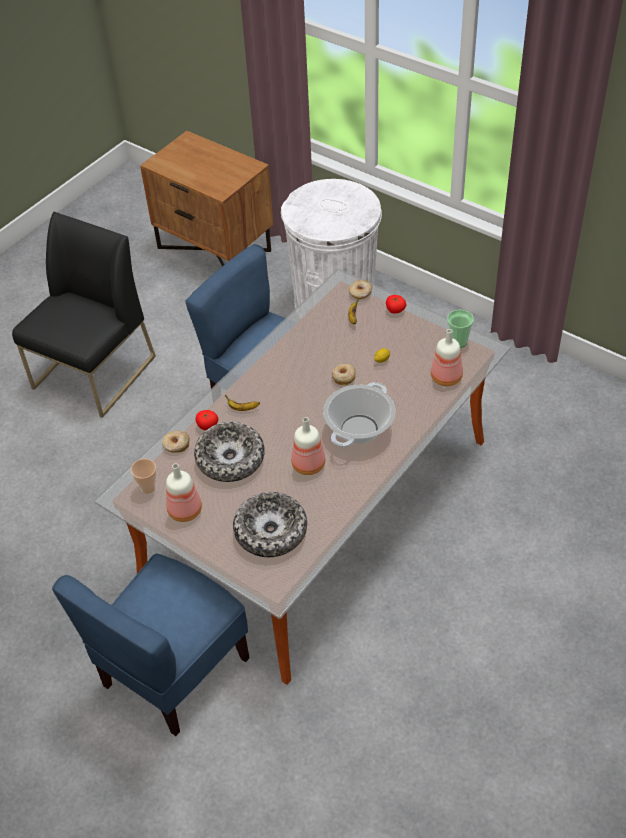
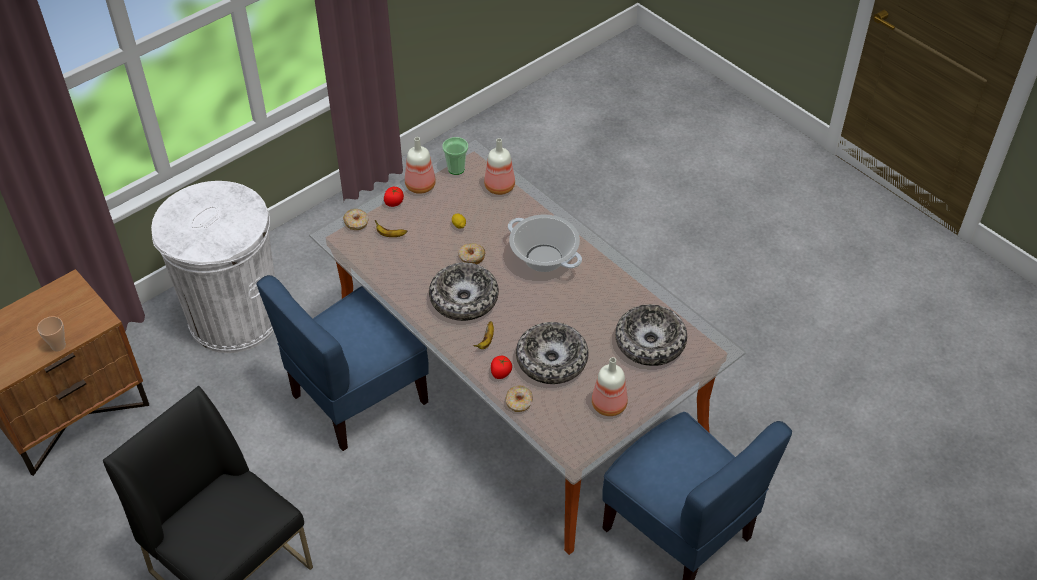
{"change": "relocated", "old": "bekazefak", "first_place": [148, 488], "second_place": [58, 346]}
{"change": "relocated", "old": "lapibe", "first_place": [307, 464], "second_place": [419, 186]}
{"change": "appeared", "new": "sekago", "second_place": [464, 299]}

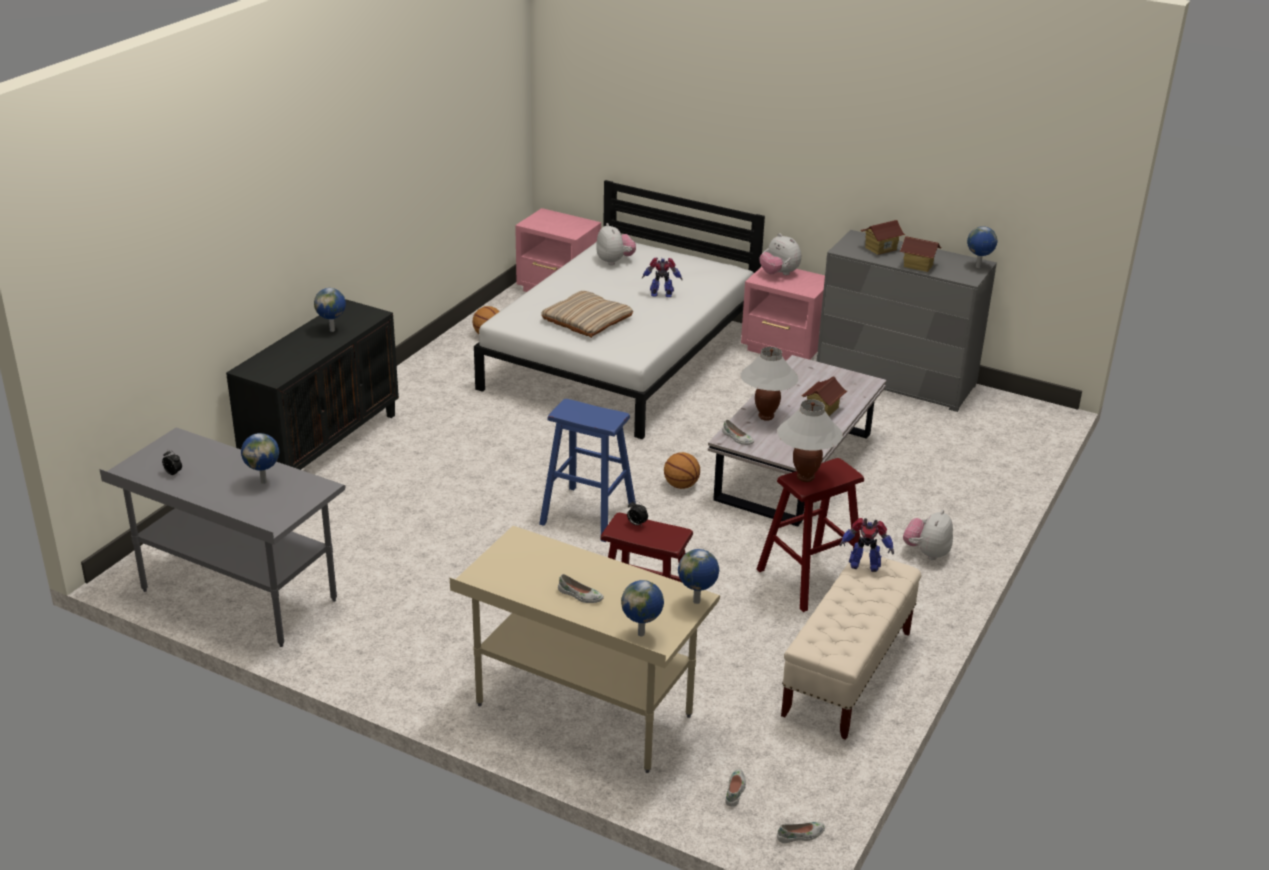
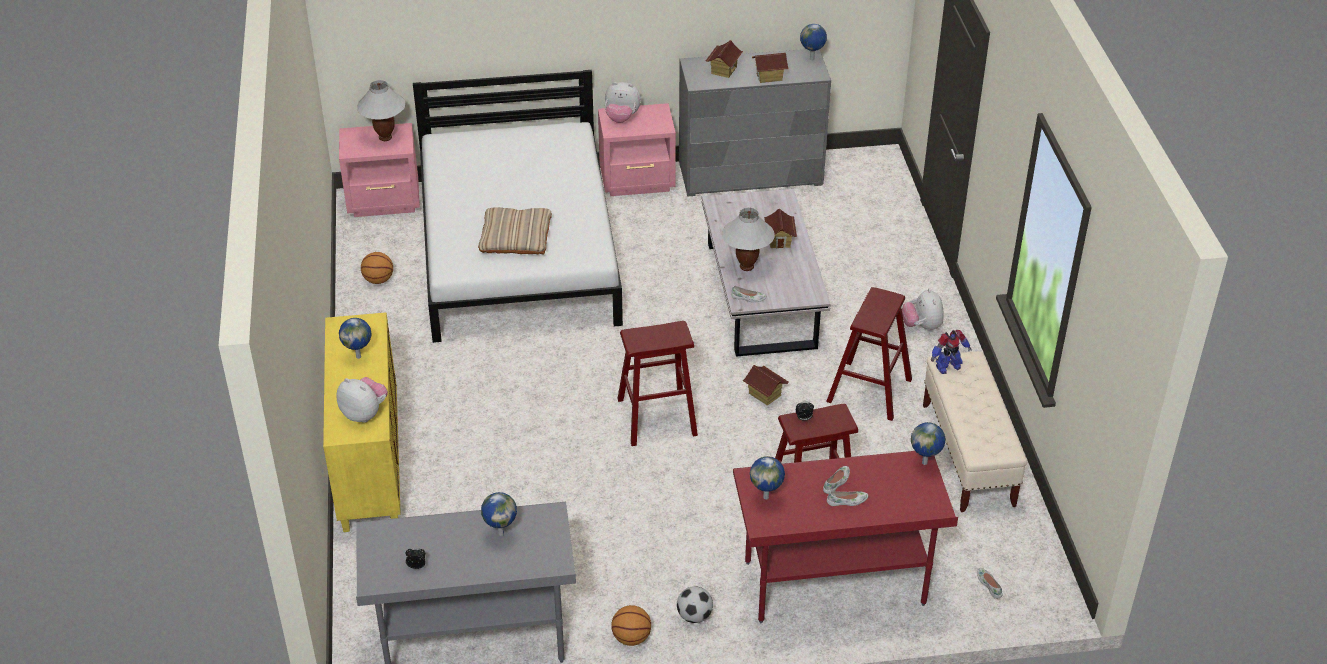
{"change": "colour", "old": "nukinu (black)", "new": "nukinu (yellow)", "first_place": [323, 445], "second_place": [369, 464]}
{"change": "colour", "old": "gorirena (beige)", "new": "gorirena (red)", "first_place": [583, 711], "second_place": [834, 584]}
{"change": "colour", "old": "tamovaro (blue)", "new": "tamovaro (red)", "first_place": [587, 513], "second_place": [656, 417]}
{"change": "relocated", "old": "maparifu", "first_place": [615, 261], "second_place": [364, 413]}
{"change": "relocated", "old": "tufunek", "first_place": [642, 634], "second_place": [766, 497]}
{"change": "missing", "old": "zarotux", "first_place": [661, 295]}
{"change": "relocated", "old": "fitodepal", "first_place": [681, 485], "second_place": [631, 637]}
{"change": "relocated", "old": "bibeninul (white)", "first_place": [805, 477], "second_place": [385, 138]}
{"change": "relocated", "old": "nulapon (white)", "first_place": [801, 835], "second_place": [837, 482]}
{"change": "appeared", "new": "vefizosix", "second_place": [694, 616]}
{"change": "appeared", "new": "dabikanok", "second_place": [764, 394]}

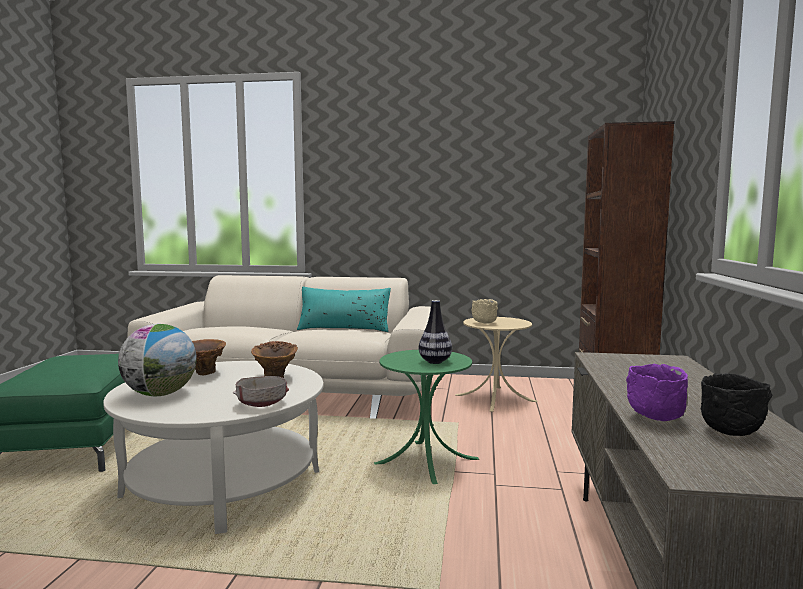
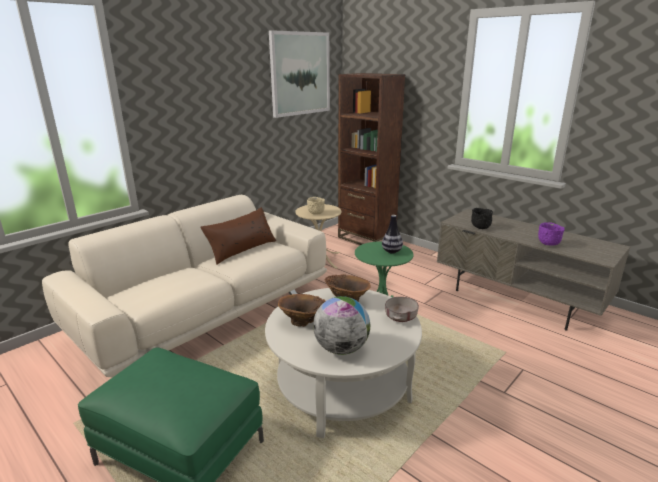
{"change": "colour", "old": "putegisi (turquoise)", "new": "putegisi (brown)", "first_place": [344, 328], "second_place": [241, 249]}
{"change": "relocated", "old": "sekago (black)", "first_place": [732, 432], "second_place": [480, 227]}
{"change": "appeared", "new": "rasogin", "second_place": [300, 74]}

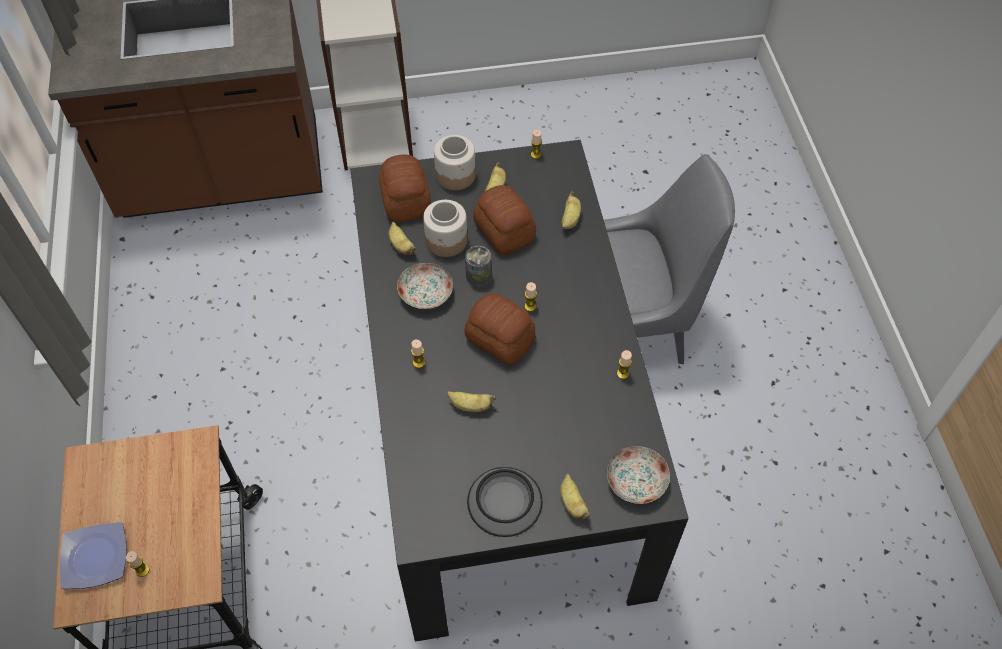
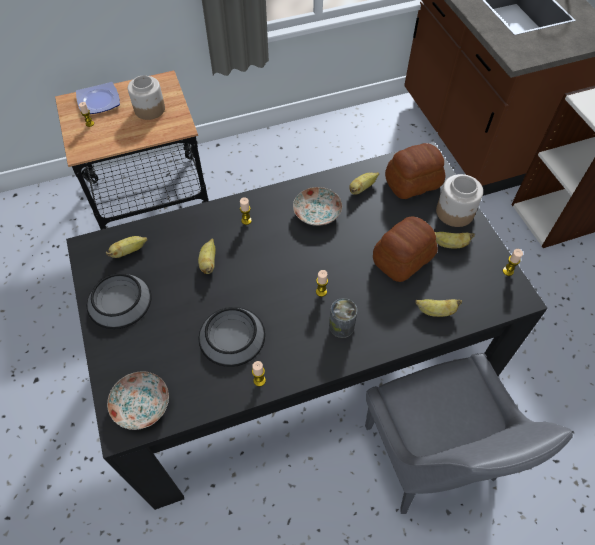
{"change": "relocated", "old": "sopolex", "first_place": [446, 241], "second_place": [149, 109]}
{"change": "missing", "old": "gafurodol", "first_place": [500, 338]}
{"change": "relocated", "old": "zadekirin", "first_place": [478, 276], "second_place": [341, 326]}
{"change": "relocated", "old": "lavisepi", "first_place": [572, 503], "second_place": [129, 251]}
{"change": "appeared", "new": "sekago", "second_place": [232, 336]}

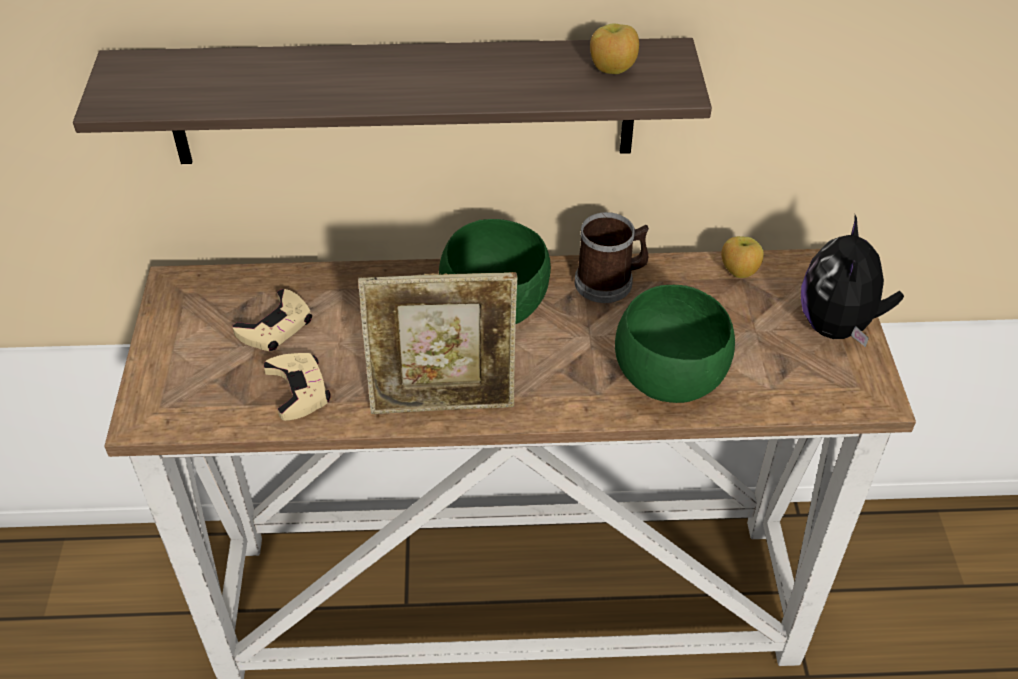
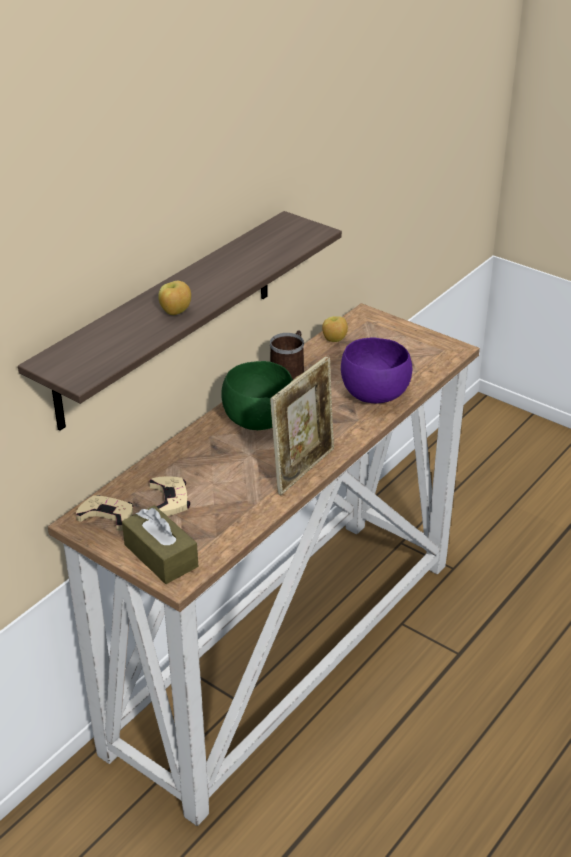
{"change": "relocated", "old": "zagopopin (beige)", "first_place": [298, 389], "second_place": [107, 516]}
{"change": "relocated", "old": "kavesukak", "first_place": [612, 70], "second_place": [175, 312]}
{"change": "colour", "old": "sekago (green)", "new": "sekago (purple)", "first_place": [668, 377], "second_place": [373, 395]}
{"change": "missing", "old": "maparifu", "first_place": [838, 326]}
{"change": "appeared", "new": "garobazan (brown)", "second_place": [161, 556]}

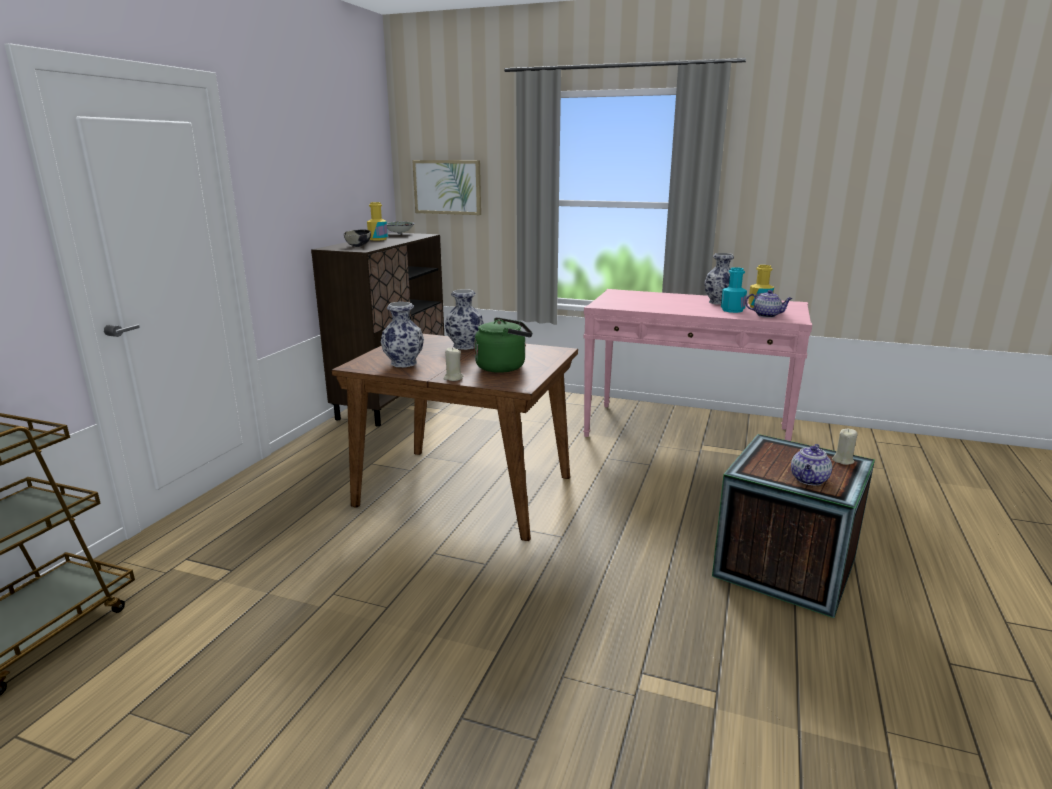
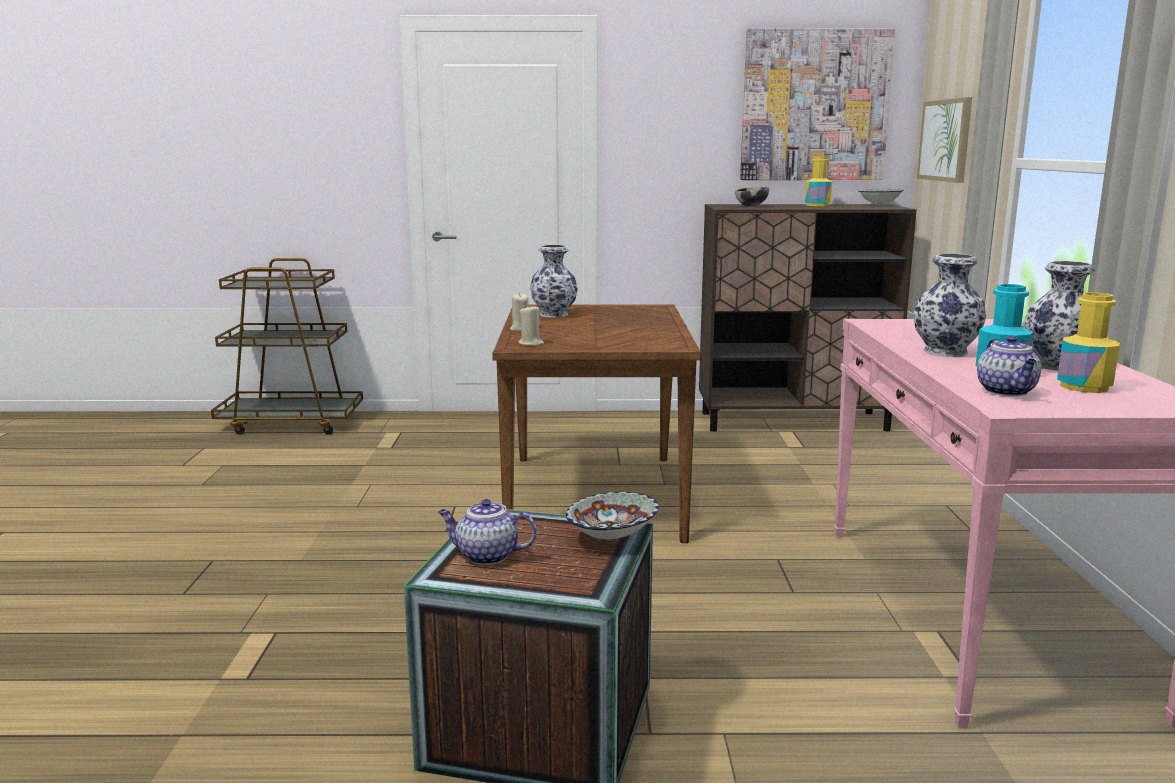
{"change": "relocated", "old": "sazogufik", "first_place": [465, 346], "second_place": [946, 352]}
{"change": "missing", "old": "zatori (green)", "first_place": [503, 367]}
{"change": "relocated", "old": "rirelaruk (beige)", "first_place": [843, 460], "second_place": [531, 343]}
{"change": "appeared", "new": "sekago", "second_place": [613, 537]}
{"change": "appeared", "new": "rasogin", "second_place": [814, 106]}

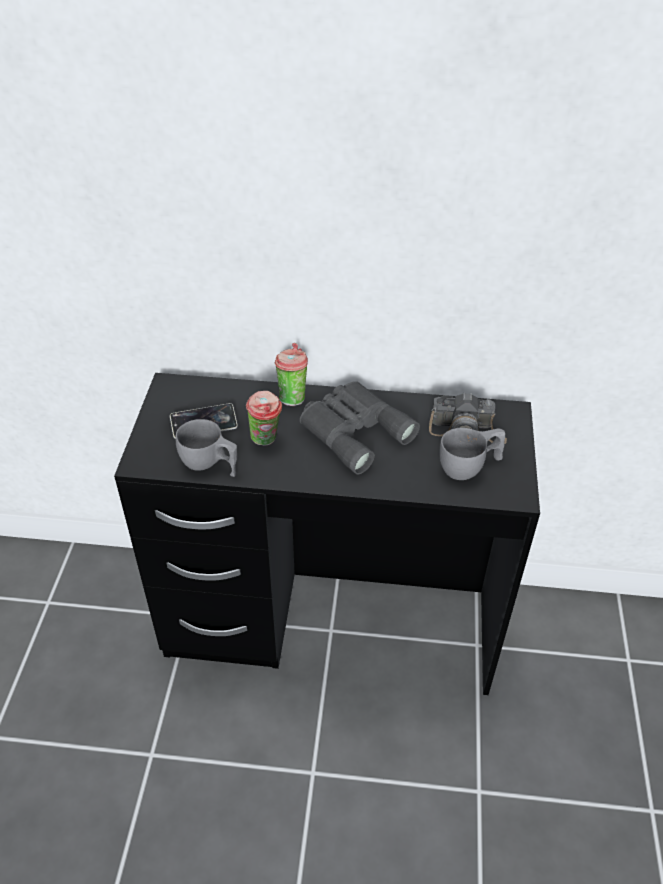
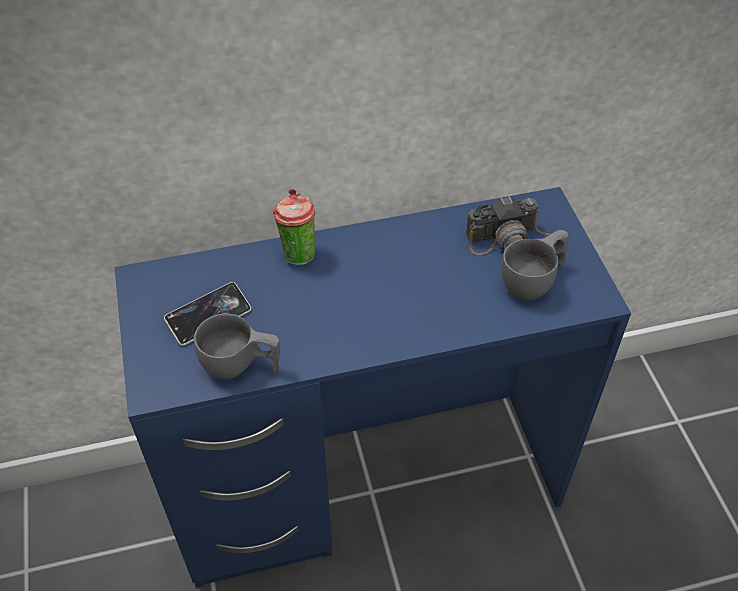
{"change": "colour", "old": "gorirena (black)", "new": "gorirena (blue)", "first_place": [330, 623], "second_place": [368, 484]}
{"change": "missing", "old": "bekazefak", "first_place": [266, 440]}
{"change": "missing", "old": "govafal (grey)", "first_place": [353, 430]}

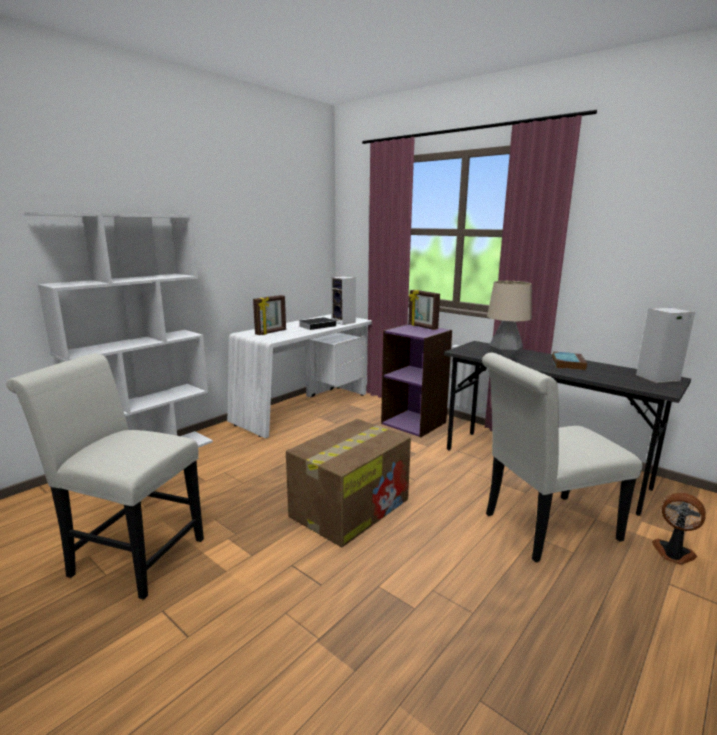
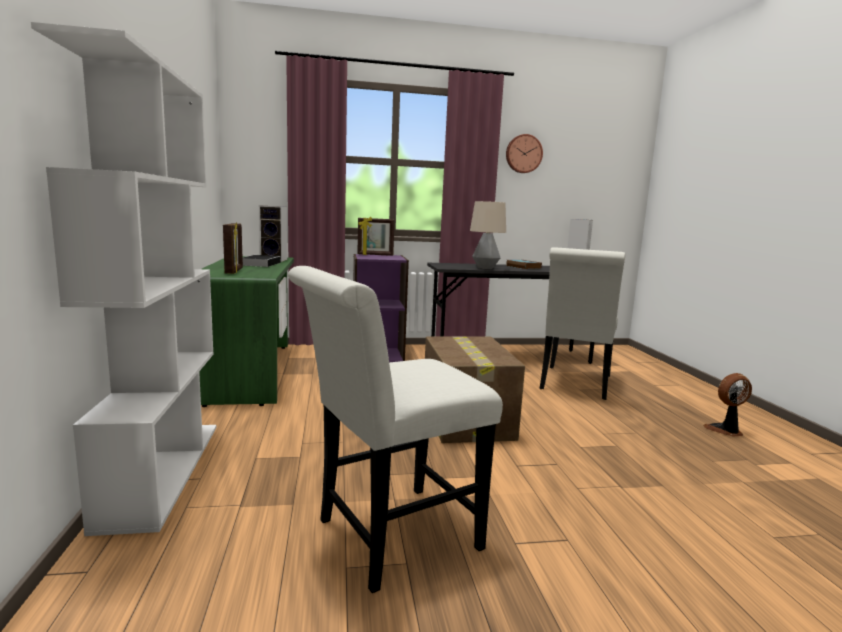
{"change": "colour", "old": "gorirena (white)", "new": "gorirena (green)", "first_place": [304, 408], "second_place": [250, 371]}
{"change": "relocated", "old": "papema", "first_place": [673, 554], "second_place": [725, 431]}
{"change": "appeared", "new": "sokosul", "second_place": [523, 154]}

